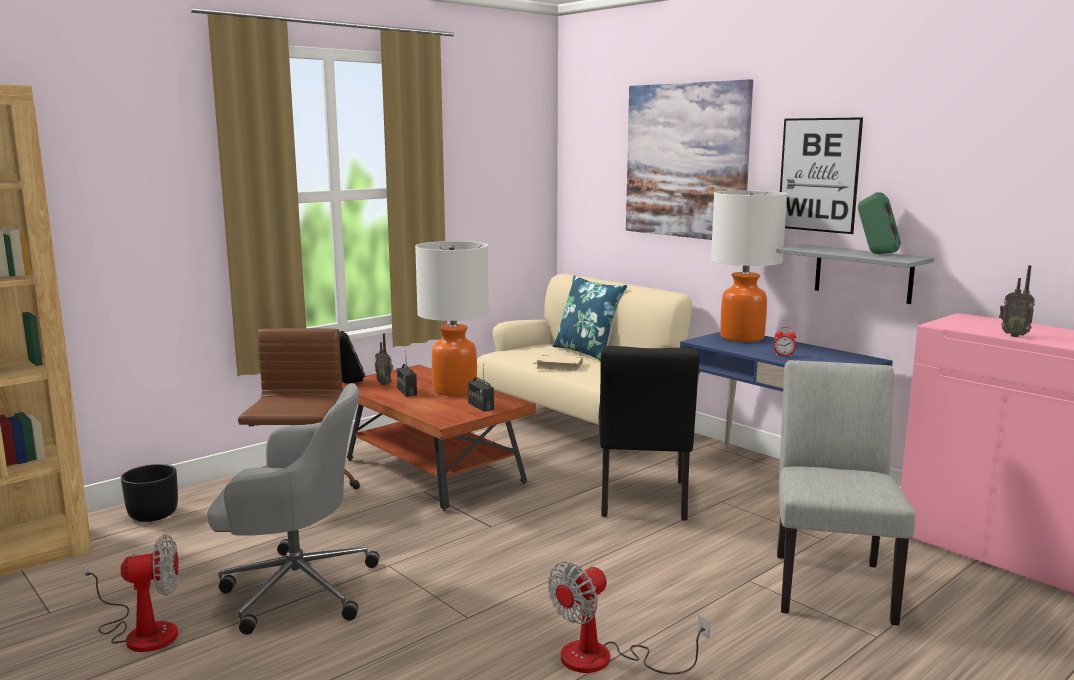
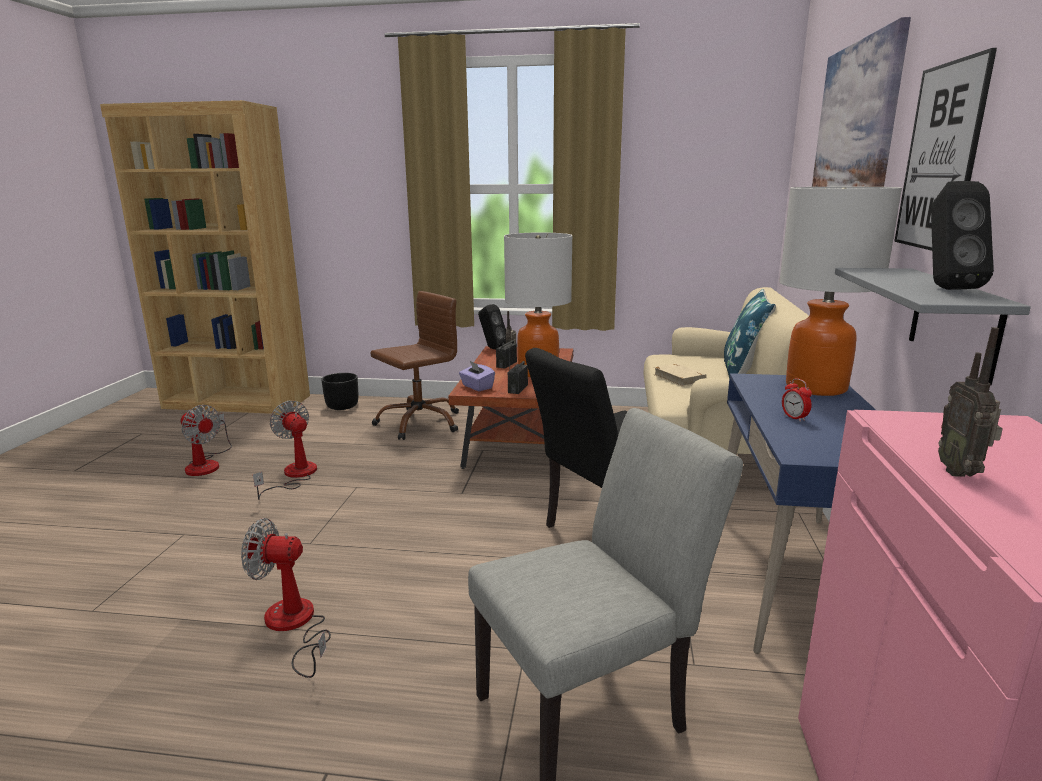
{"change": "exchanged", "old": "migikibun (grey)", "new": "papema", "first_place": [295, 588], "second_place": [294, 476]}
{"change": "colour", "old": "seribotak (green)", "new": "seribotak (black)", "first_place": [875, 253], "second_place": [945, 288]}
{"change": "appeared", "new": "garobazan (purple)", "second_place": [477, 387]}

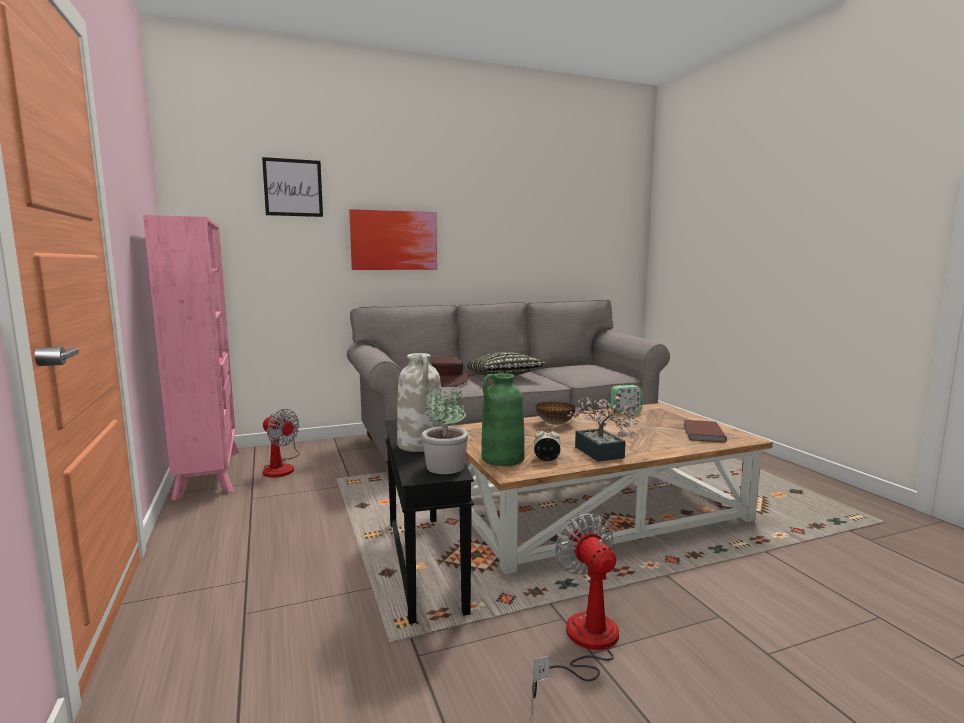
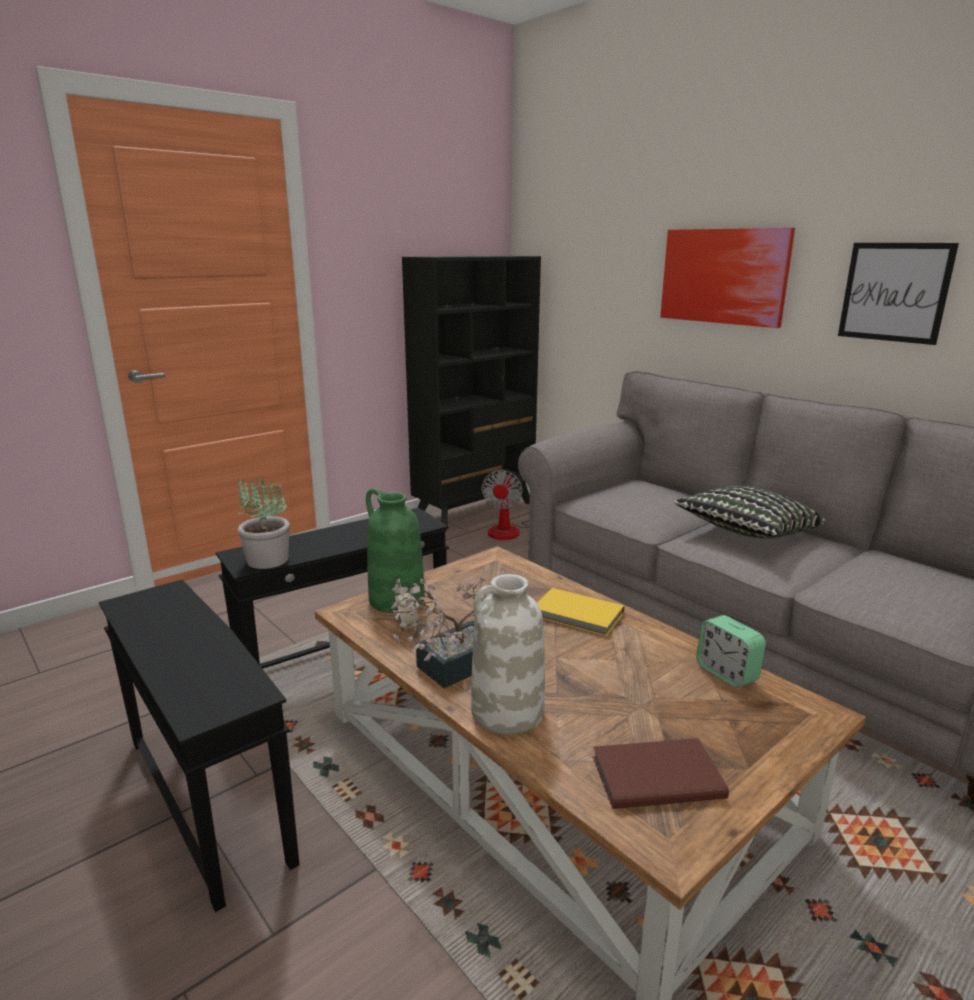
{"change": "colour", "old": "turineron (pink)", "new": "turineron (black)", "first_place": [209, 473], "second_place": [475, 510]}
{"change": "relocated", "old": "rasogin", "first_place": [293, 187], "second_place": [894, 292]}
{"change": "relocated", "old": "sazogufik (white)", "first_place": [421, 445], "second_place": [507, 712]}
{"change": "missing", "old": "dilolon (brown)", "first_place": [447, 380]}
{"change": "exchanged", "old": "papema", "new": "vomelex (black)", "first_place": [583, 643], "second_place": [210, 797]}
{"change": "exchanged", "old": "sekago", "new": "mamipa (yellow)", "first_place": [556, 423], "second_place": [578, 615]}

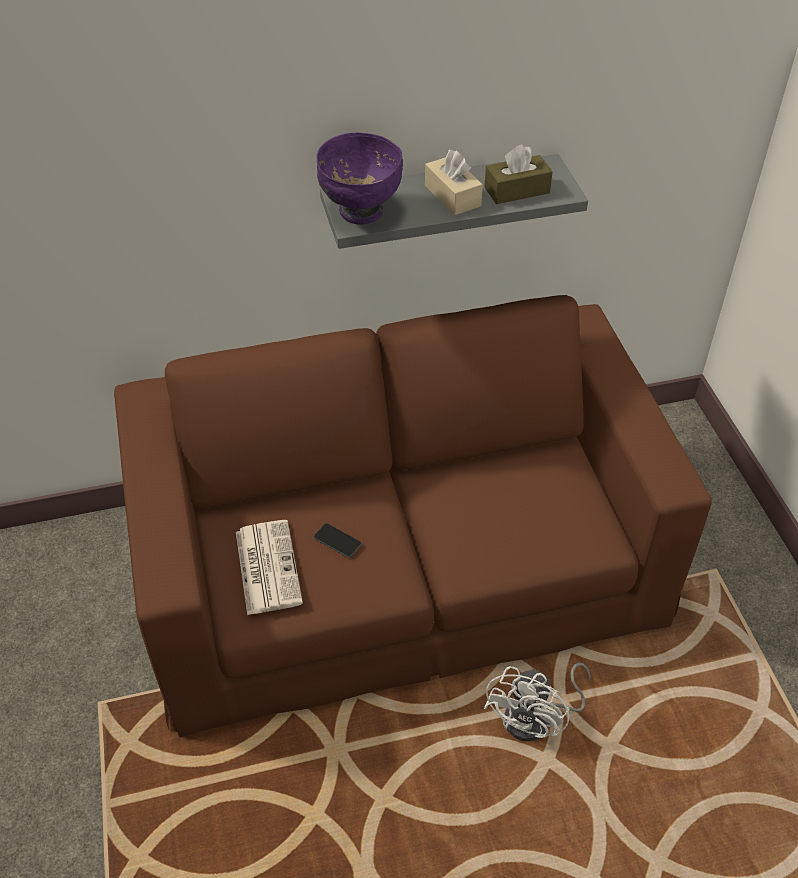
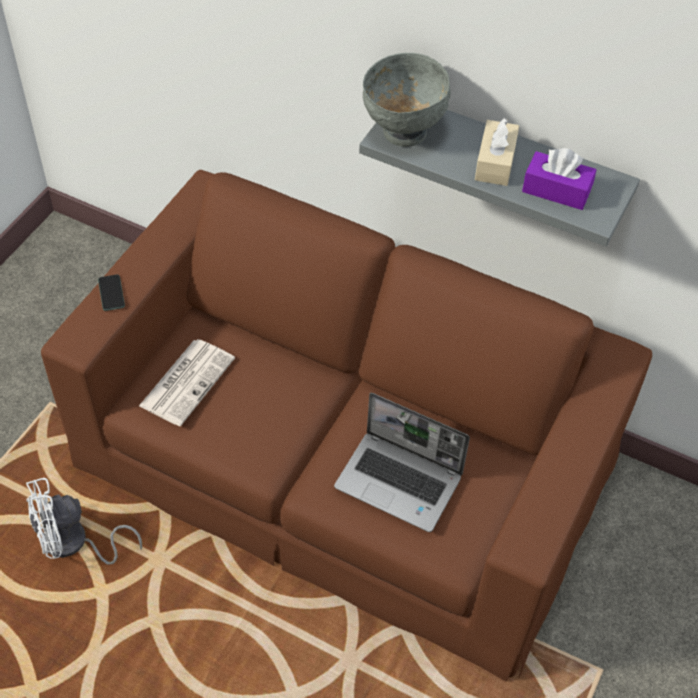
{"change": "relocated", "old": "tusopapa", "first_place": [337, 541], "second_place": [111, 293]}
{"change": "colour", "old": "sekago (purple)", "new": "sekago (grey)", "first_place": [360, 212], "second_place": [403, 132]}
{"change": "colour", "old": "garobazan (brown)", "new": "garobazan (purple)", "first_place": [517, 190], "second_place": [556, 190]}
{"change": "relocated", "old": "papema (white)", "first_place": [536, 719], "second_place": [74, 544]}
{"change": "appeared", "new": "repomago", "second_place": [400, 482]}

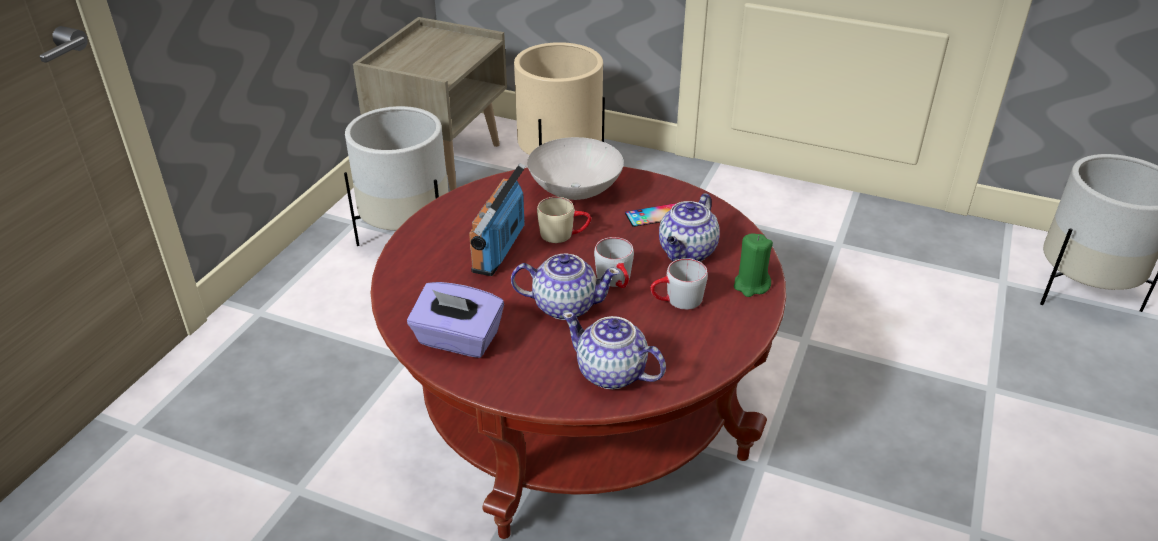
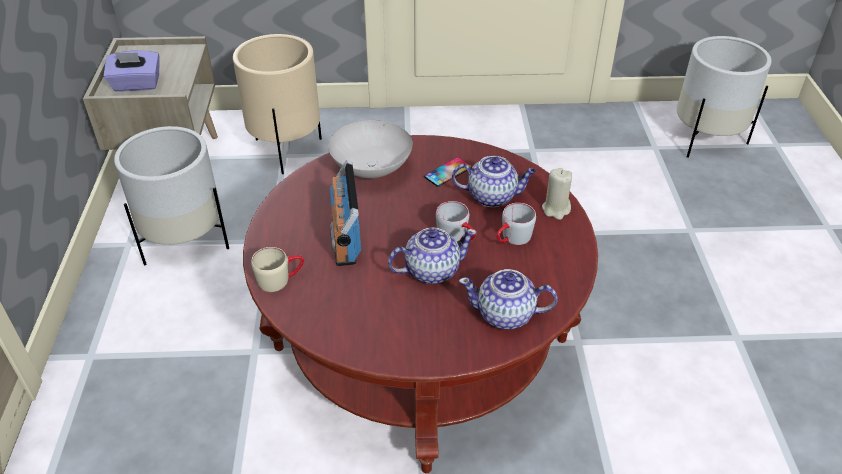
{"change": "relocated", "old": "garobazan (purple)", "first_place": [458, 340], "second_place": [136, 85]}
{"change": "relocated", "old": "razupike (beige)", "first_place": [564, 234], "second_place": [280, 279]}
{"change": "spun", "old": "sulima", "first_place": [687, 253], "second_place": [493, 196], "degrees": -90}
{"change": "colour", "old": "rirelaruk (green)", "new": "rirelaruk (beige)", "first_place": [751, 285], "second_place": [556, 209]}

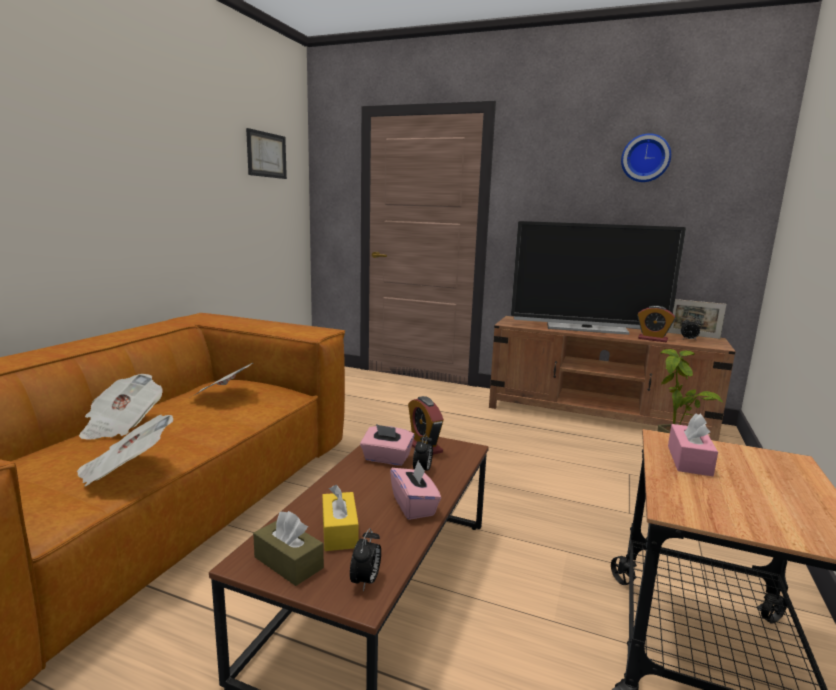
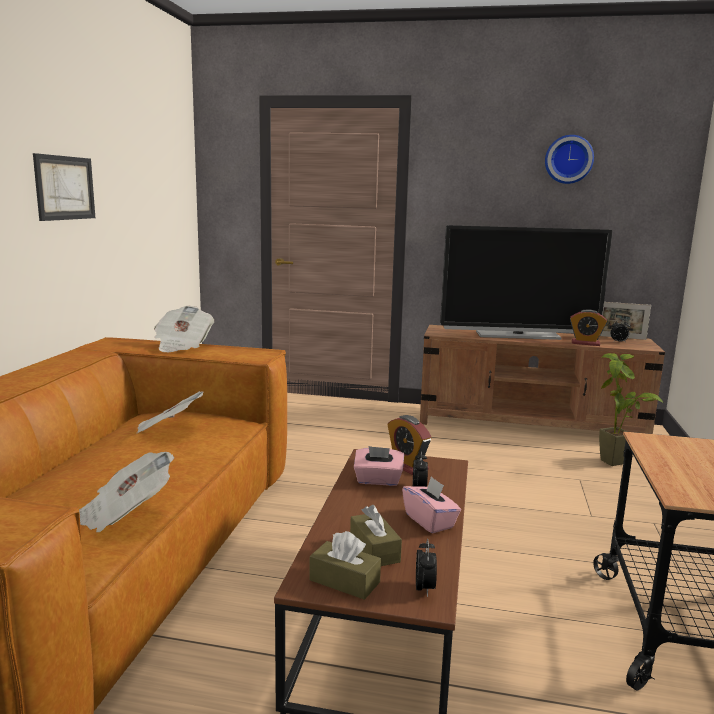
{"change": "relocated", "old": "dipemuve", "first_place": [122, 426], "second_place": [182, 345]}
{"change": "relocated", "old": "rasogin", "first_place": [266, 155], "second_place": [65, 188]}
{"change": "colour", "old": "garobazan (yellow)", "new": "garobazan (brown)", "first_place": [339, 531], "second_place": [374, 550]}
{"change": "missing", "old": "garobazan (pink)", "first_place": [689, 460]}

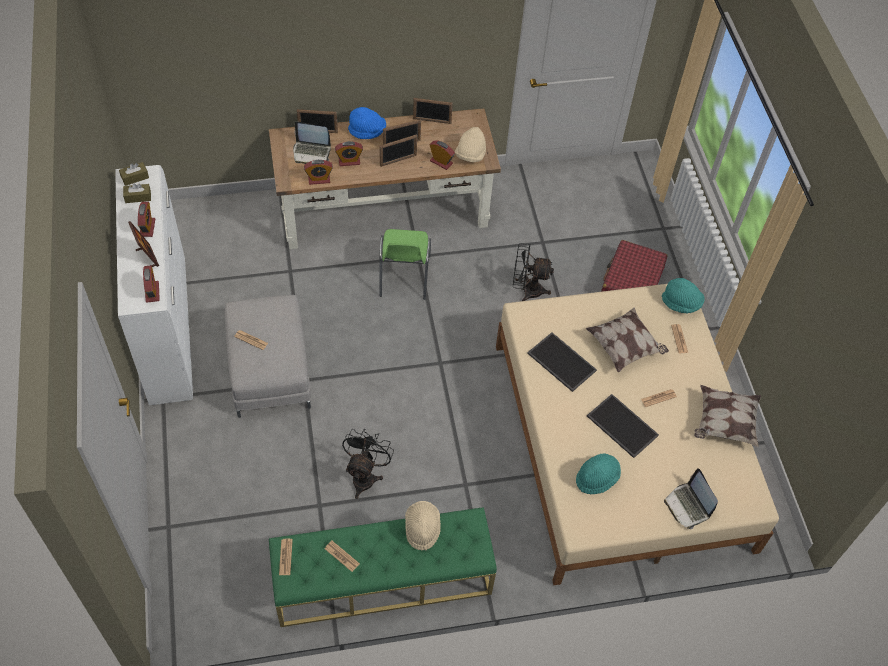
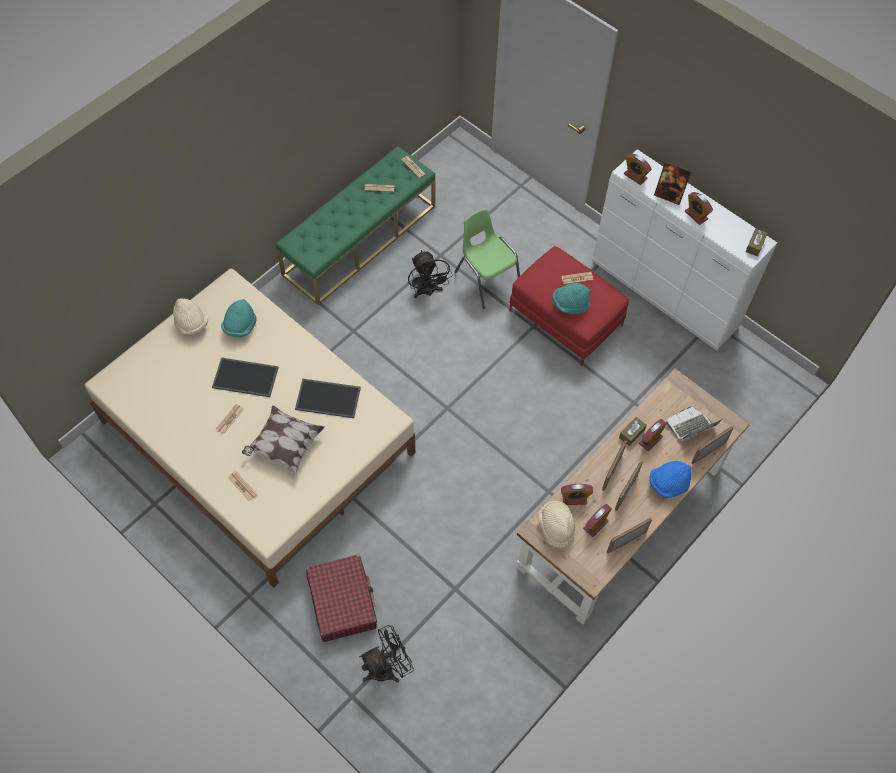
{"change": "relocated", "old": "garobazan (brown)", "first_place": [138, 197], "second_place": [631, 433]}
{"change": "colour", "old": "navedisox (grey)", "new": "navedisox (red)", "first_place": [269, 368], "second_place": [566, 317]}
{"change": "relocated", "old": "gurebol", "first_place": [319, 179], "second_place": [595, 525]}
{"change": "relocated", "old": "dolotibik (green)", "first_place": [403, 277], "second_place": [486, 279]}
{"change": "relocated", "old": "dilolon (beige)", "first_place": [422, 529], "second_place": [191, 324]}
{"change": "relocated", "old": "papema (black)", "first_place": [527, 290], "second_place": [387, 667]}
{"change": "relocated", "old": "dilolon (turquoise)", "first_place": [681, 303], "second_place": [570, 304]}
{"change": "missing", "old": "repomago", "first_place": [688, 506]}
{"change": "missing", "old": "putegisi", "first_place": [724, 423]}

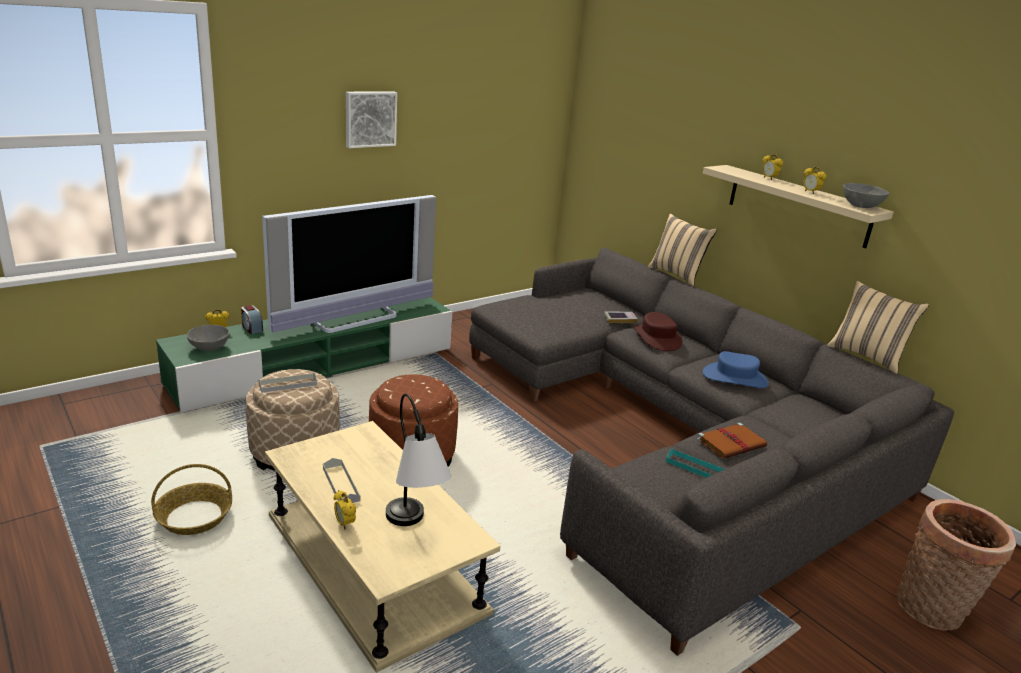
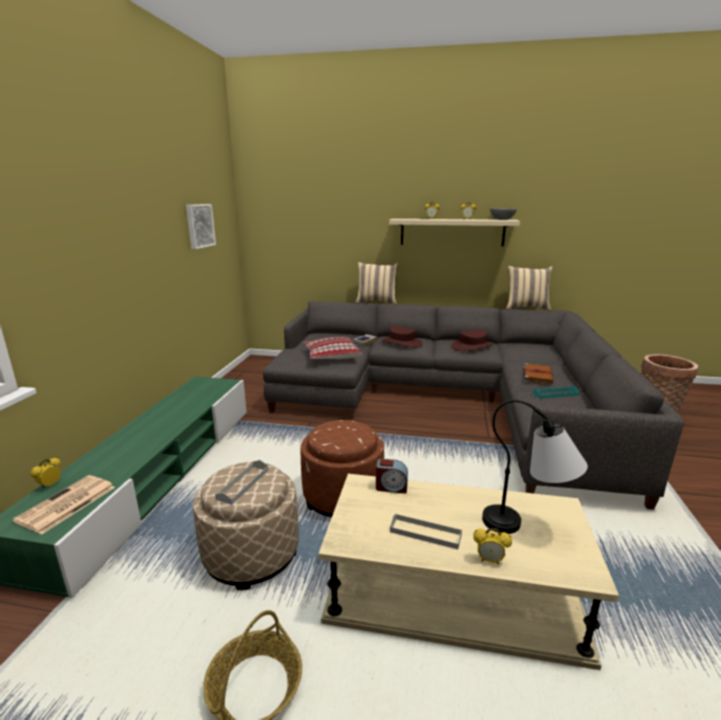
{"change": "exchanged", "old": "sekago (grey)", "new": "dipemuve", "first_place": [209, 348], "second_place": [66, 504]}
{"change": "relocated", "old": "gurebol", "first_place": [252, 328], "second_place": [391, 487]}
{"change": "missing", "old": "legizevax", "first_place": [355, 318]}
{"change": "relocated", "old": "rasogin", "first_place": [370, 119], "second_place": [199, 226]}
{"change": "colour", "old": "dilolon (blue)", "new": "dilolon (brown)", "first_place": [735, 378], "second_place": [472, 346]}
{"change": "appeared", "new": "putegisi", "second_place": [331, 356]}

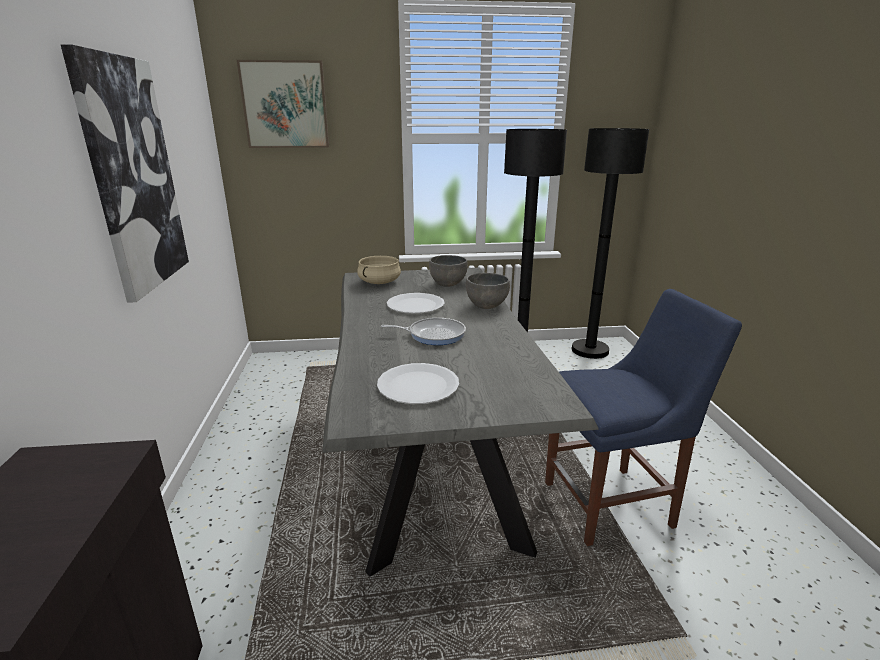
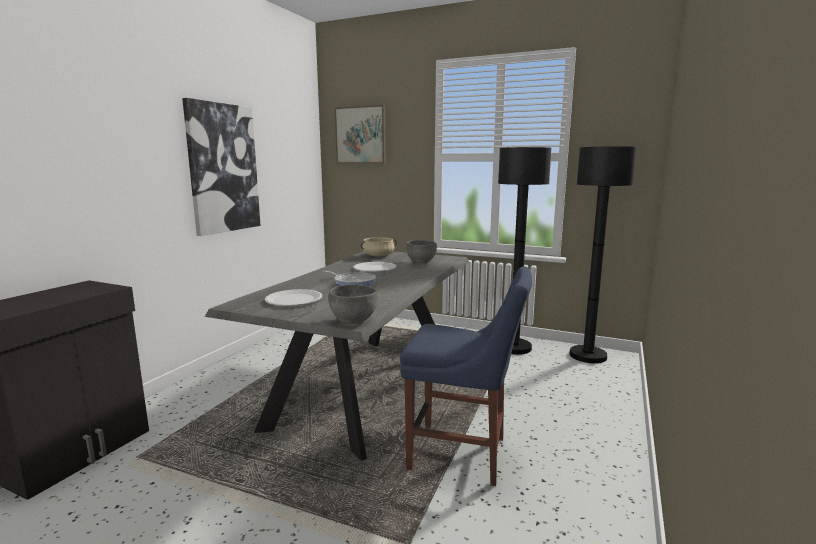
{"change": "relocated", "old": "sekago (grey)", "first_place": [486, 306], "second_place": [353, 321]}

